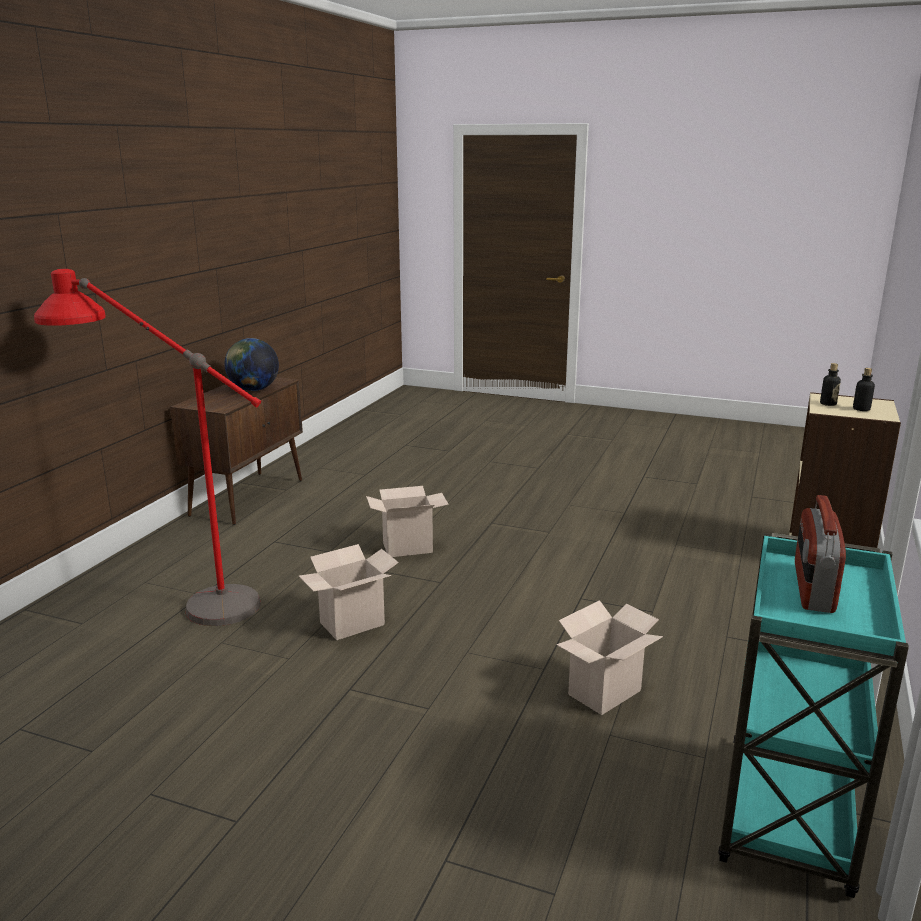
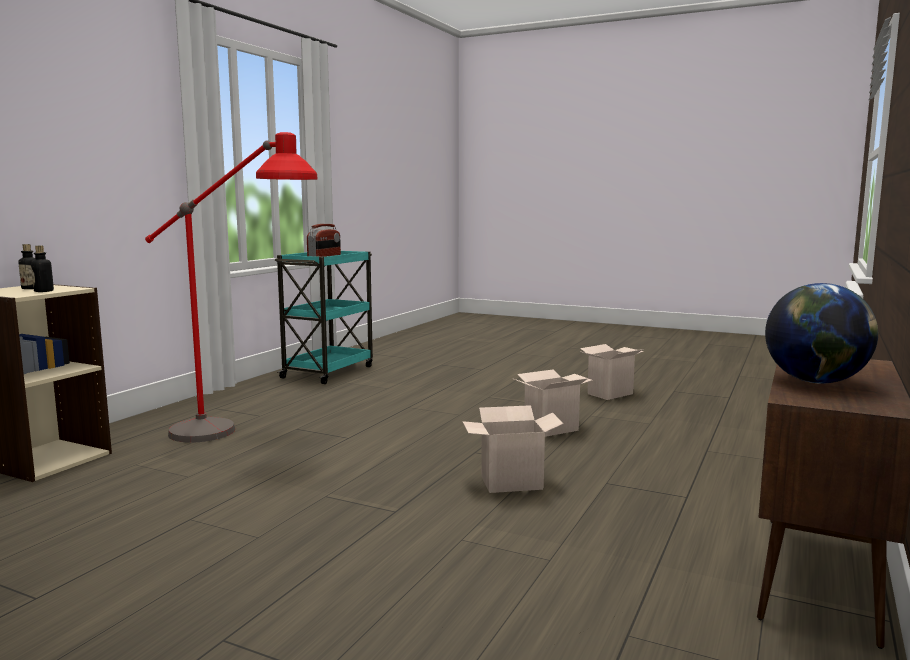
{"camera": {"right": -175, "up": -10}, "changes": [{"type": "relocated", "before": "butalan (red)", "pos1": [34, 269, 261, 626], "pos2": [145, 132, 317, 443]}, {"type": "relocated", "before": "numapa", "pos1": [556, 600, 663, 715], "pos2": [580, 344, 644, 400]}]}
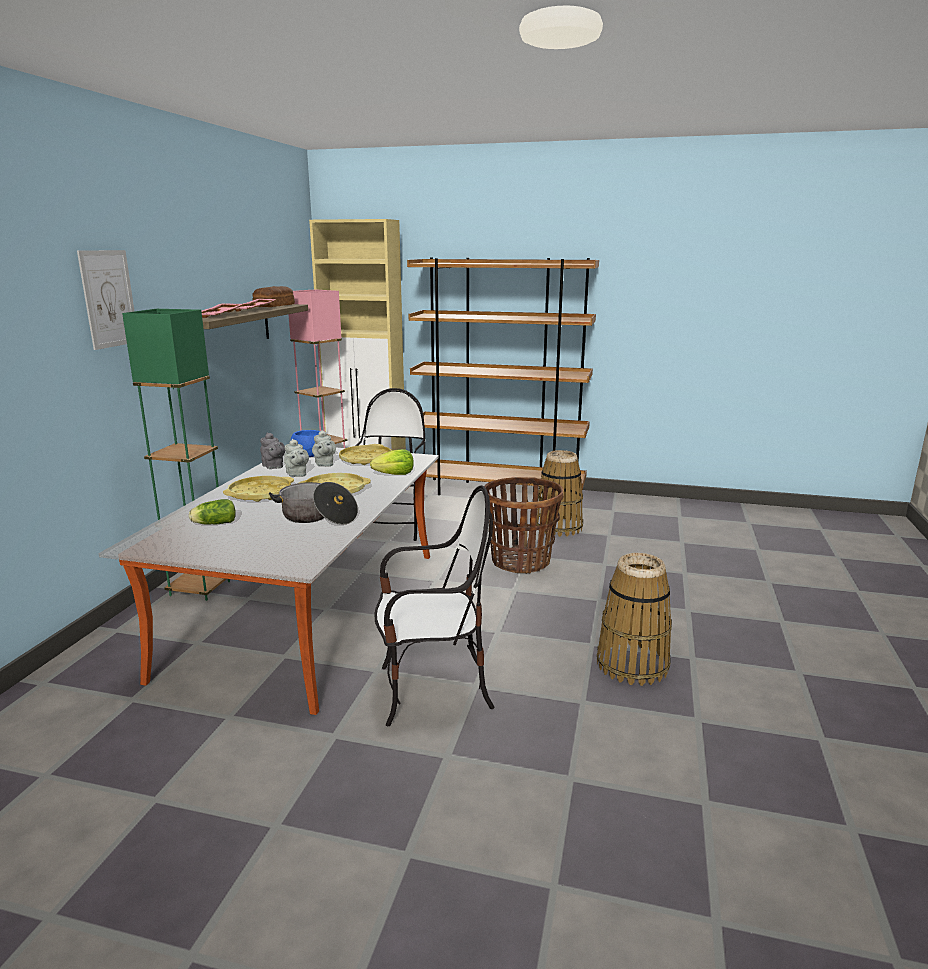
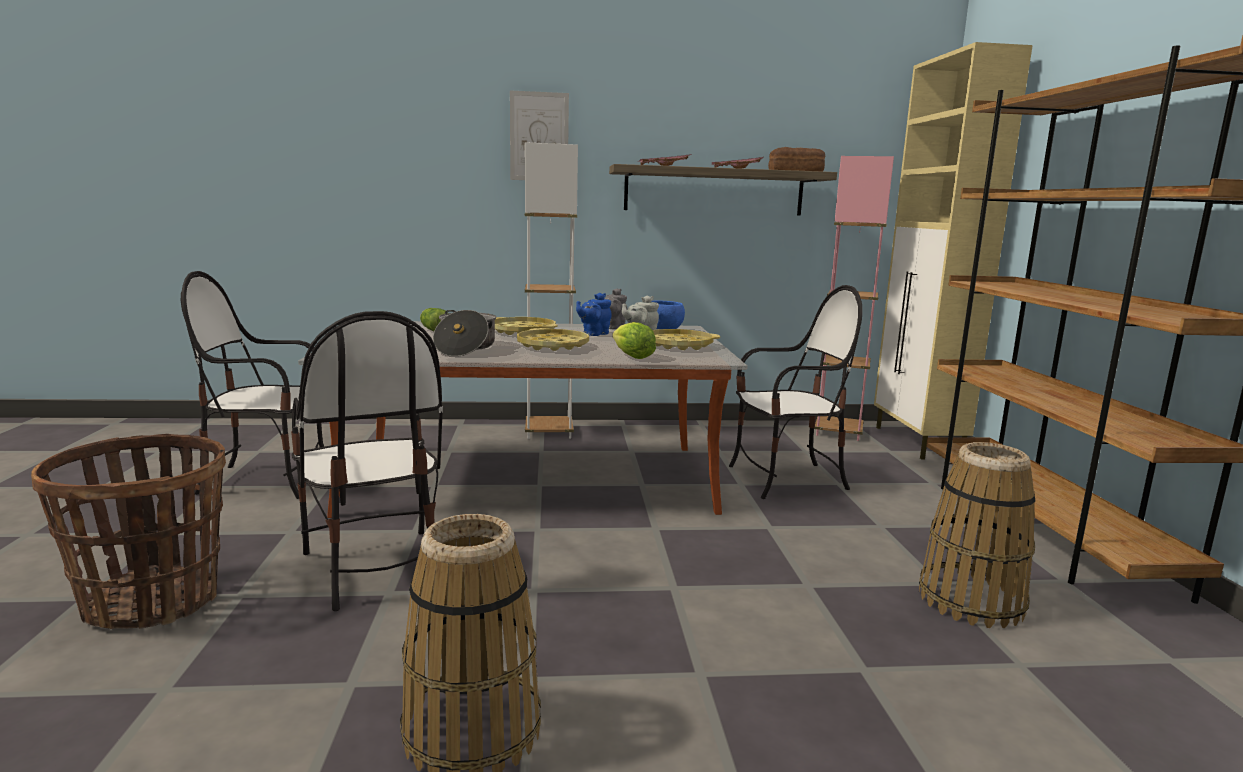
{"camera": {"right": 70, "up": -5}, "changes": [{"type": "appeared", "after": "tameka", "pos2": [181, 271, 324, 499]}, {"type": "relocated", "before": "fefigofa", "pos1": [485, 477, 564, 574], "pos2": [31, 434, 226, 629]}, {"type": "colour", "before": "butalan (green)", "after": "butalan (white)", "pos1": [122, 309, 230, 601], "pos2": [524, 142, 578, 439]}, {"type": "colour", "before": "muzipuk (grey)", "after": "muzipuk (blue)", "pos1": [284, 439, 309, 477], "pos2": [576, 293, 612, 336]}]}
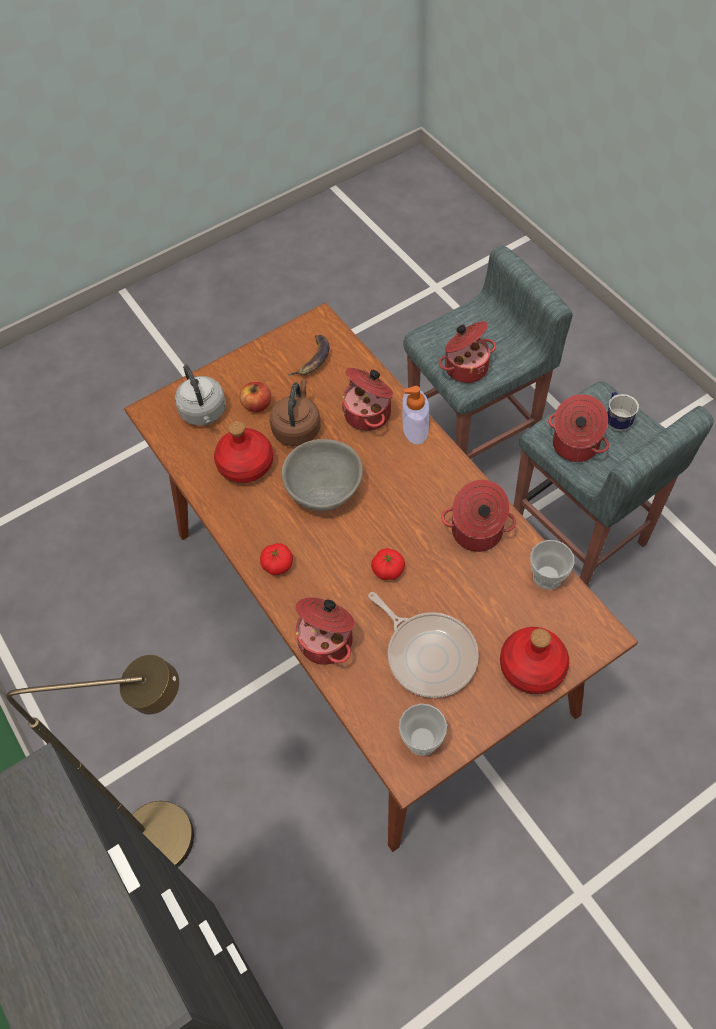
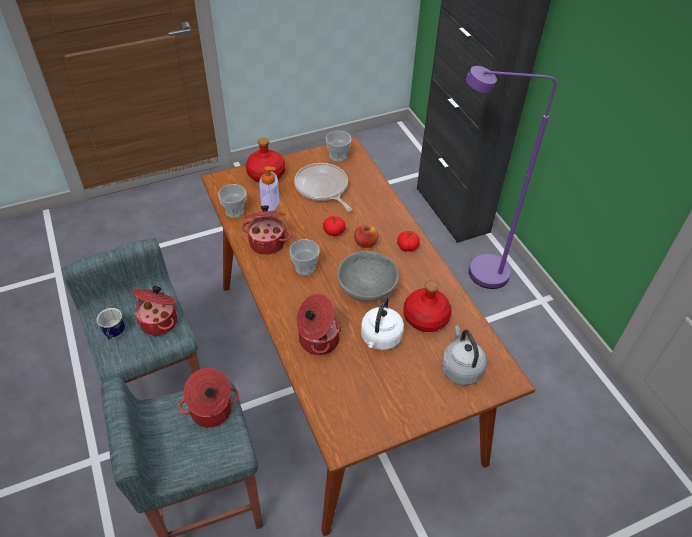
{"camera": {"right": -175, "up": -10}, "changes": [{"type": "missing", "before": "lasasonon", "pos1": [287, 335, 330, 376]}, {"type": "missing", "before": "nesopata", "pos1": [296, 598, 355, 665]}, {"type": "appeared", "after": "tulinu", "pos2": [289, 239, 320, 275]}, {"type": "relocated", "before": "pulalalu", "pos1": [240, 382, 271, 413], "pos2": [354, 224, 378, 248]}, {"type": "relocated", "before": "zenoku", "pos1": [402, 386, 429, 445], "pos2": [259, 166, 279, 211]}, {"type": "colour", "before": "butalan (brown)", "after": "butalan (purple)", "pos1": [6, 655, 194, 868], "pos2": [466, 66, 556, 289]}, {"type": "colour", "before": "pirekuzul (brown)", "after": "pirekuzul (white)", "pos1": [270, 379, 320, 446], "pos2": [361, 296, 404, 350]}]}
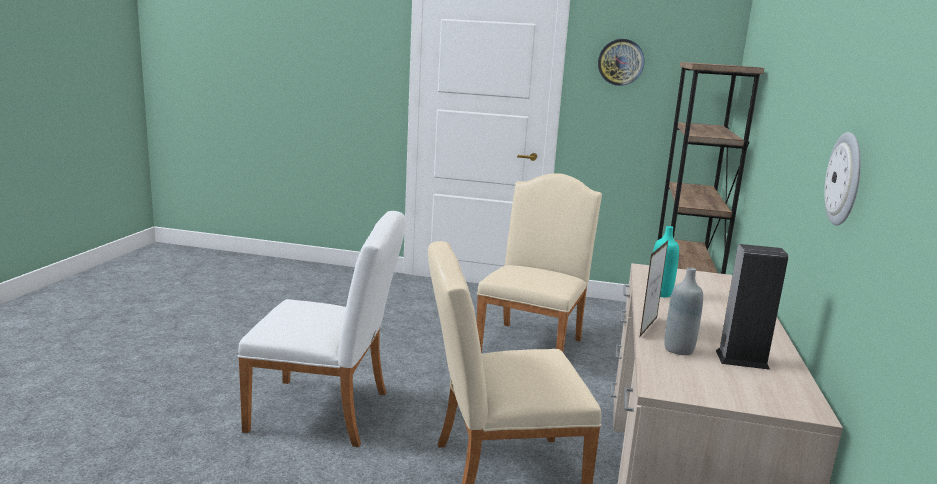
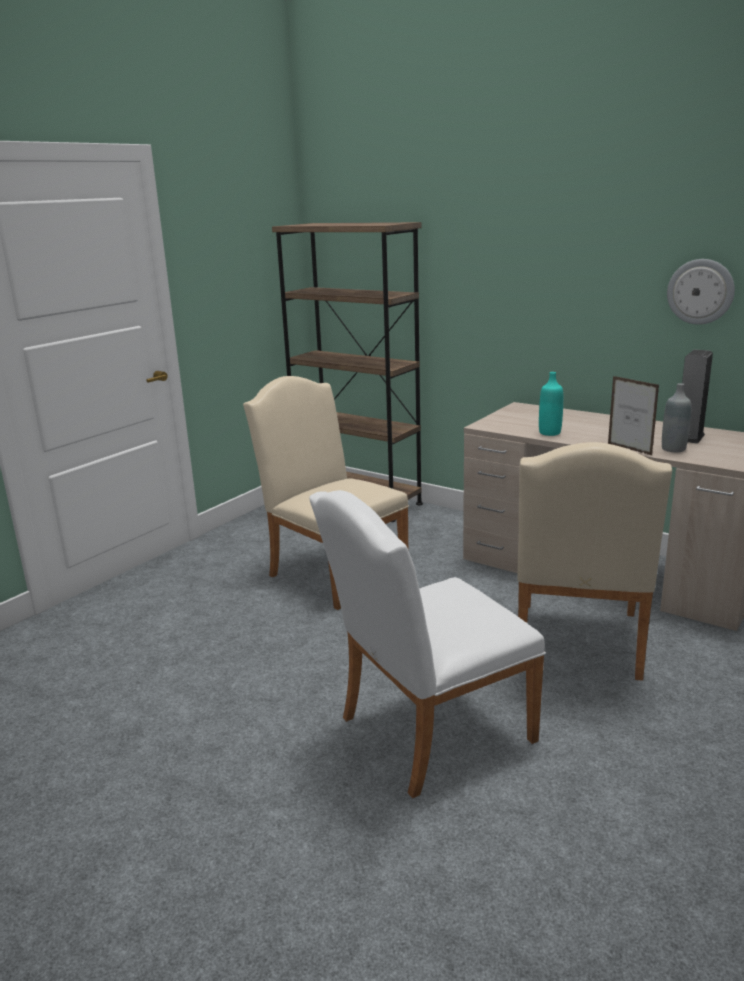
{"camera": {"right": -65, "up": 5}, "changes": [{"type": "missing", "before": "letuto", "pos1": [598, 39, 644, 86]}, {"type": "spun", "before": "tameka (white)", "pos1": [238, 211, 407, 447], "pos2": [309, 490, 546, 798], "turn": -150}]}
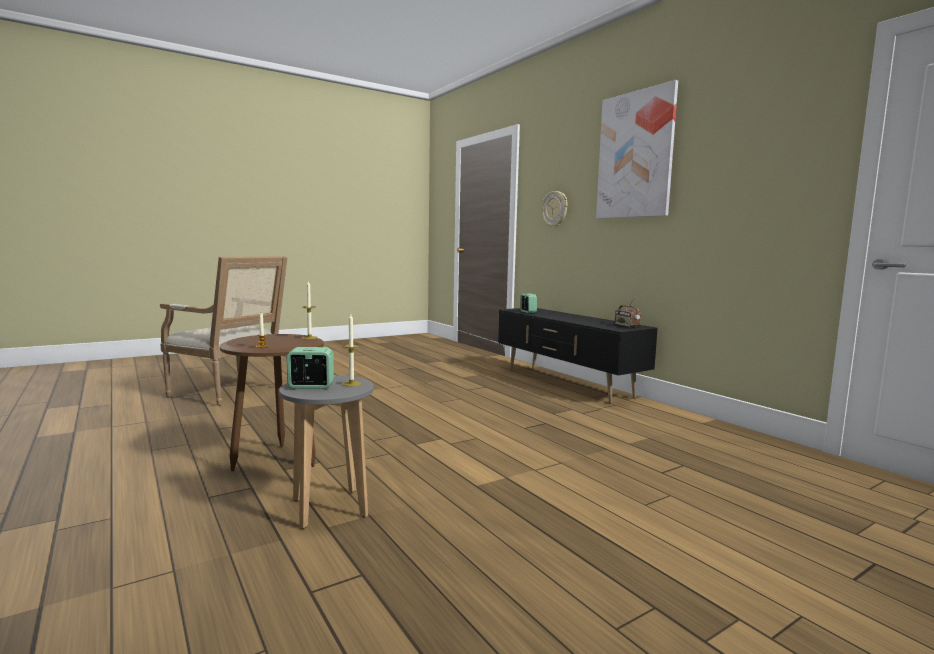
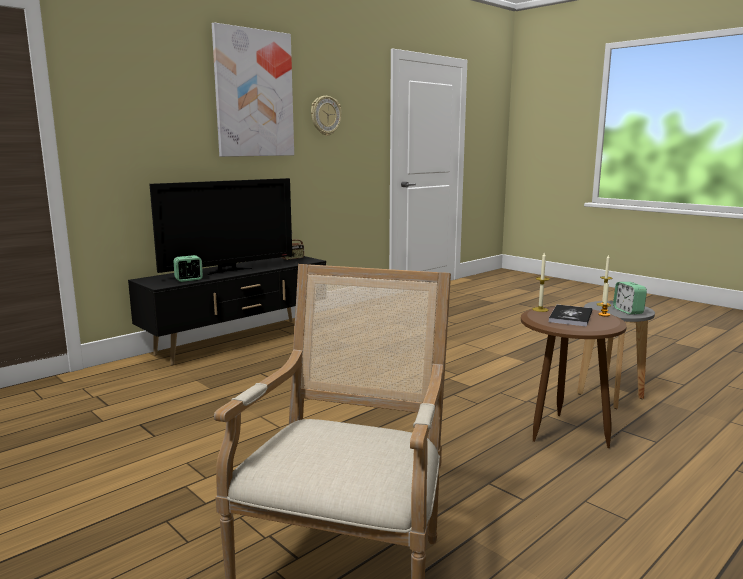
{"camera": {"right": -100, "up": 5}, "changes": [{"type": "appeared", "after": "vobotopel", "pos2": [149, 178, 292, 275]}, {"type": "appeared", "after": "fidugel", "pos2": [549, 305, 592, 327]}, {"type": "relocated", "before": "letuto", "pos1": [542, 191, 567, 228], "pos2": [311, 96, 342, 136]}]}
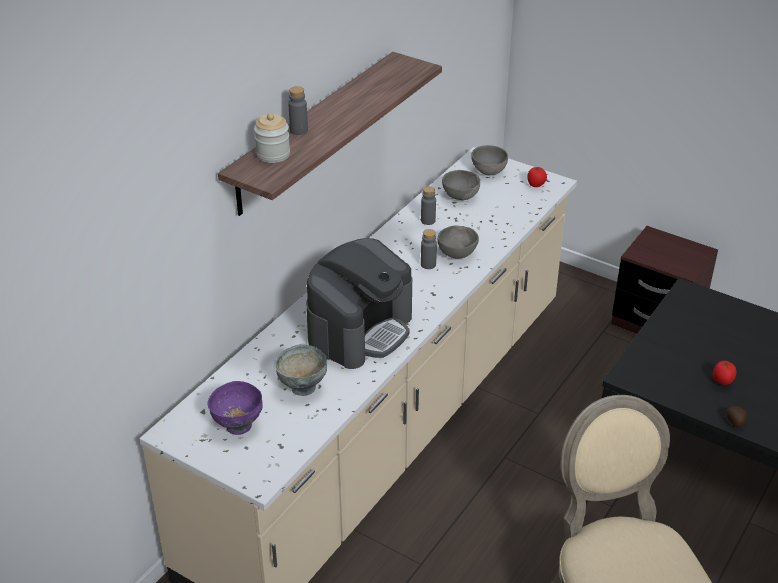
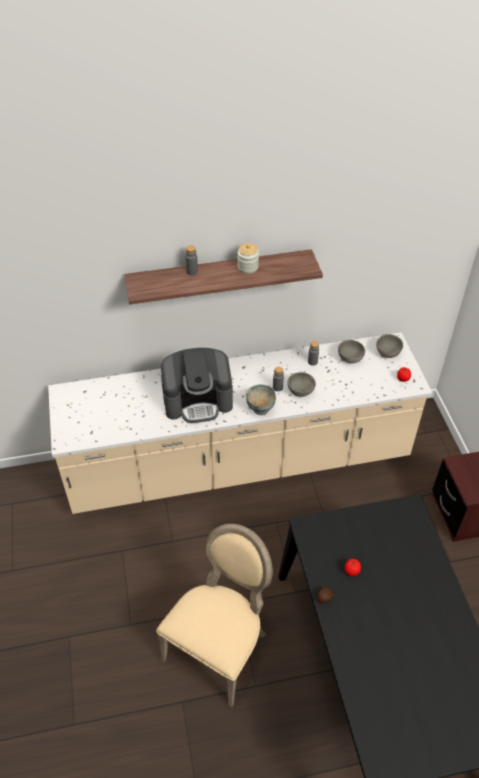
{"camera": {"right": 45, "up": 10}, "changes": [{"type": "missing", "before": "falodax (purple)", "pos1": [208, 381, 262, 435]}, {"type": "relocated", "before": "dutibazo", "pos1": [254, 113, 290, 163], "pos2": [238, 243, 259, 274]}, {"type": "relocated", "before": "falodax (grey)", "pos1": [275, 344, 327, 396], "pos2": [246, 384, 276, 415]}]}
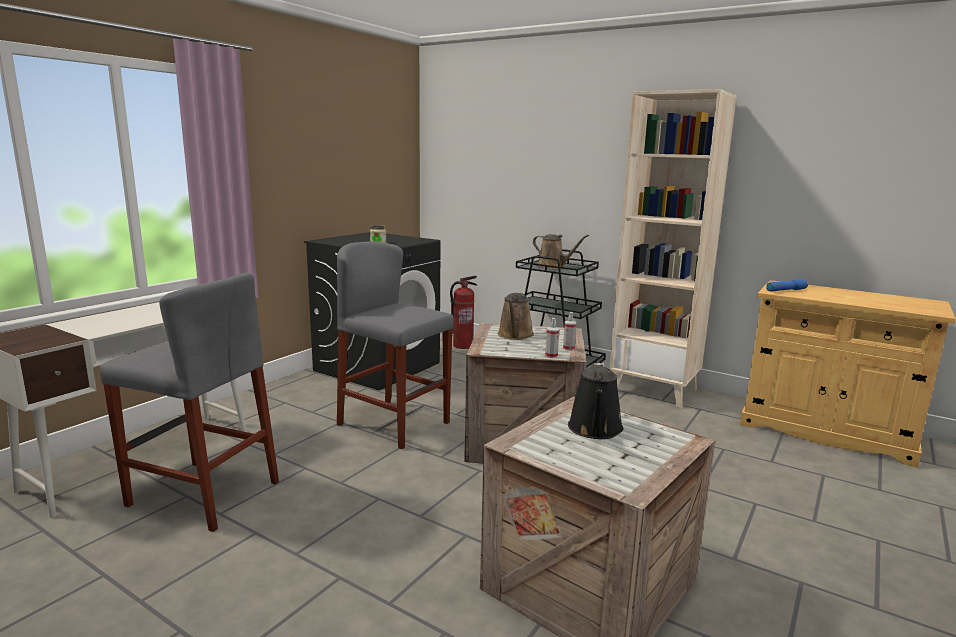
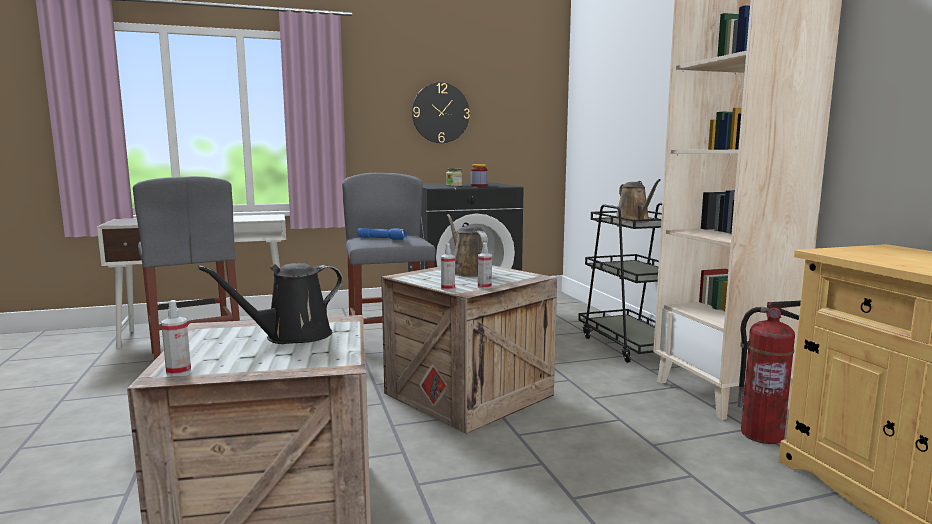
{"camera": {"right": 40, "up": -5}, "changes": [{"type": "appeared", "after": "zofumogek", "pos2": [161, 300, 191, 376]}, {"type": "appeared", "after": "letuto", "pos2": [412, 82, 470, 143]}, {"type": "appeared", "after": "dutibazo", "pos2": [471, 164, 488, 187]}, {"type": "relocated", "before": "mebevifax", "pos1": [450, 275, 477, 349], "pos2": [737, 301, 801, 444]}, {"type": "relocated", "before": "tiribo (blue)", "pos1": [766, 279, 808, 291], "pos2": [357, 228, 407, 240]}, {"type": "spun", "before": "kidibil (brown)", "pos1": [497, 292, 534, 340], "pos2": [447, 214, 488, 277], "turn": 105}]}
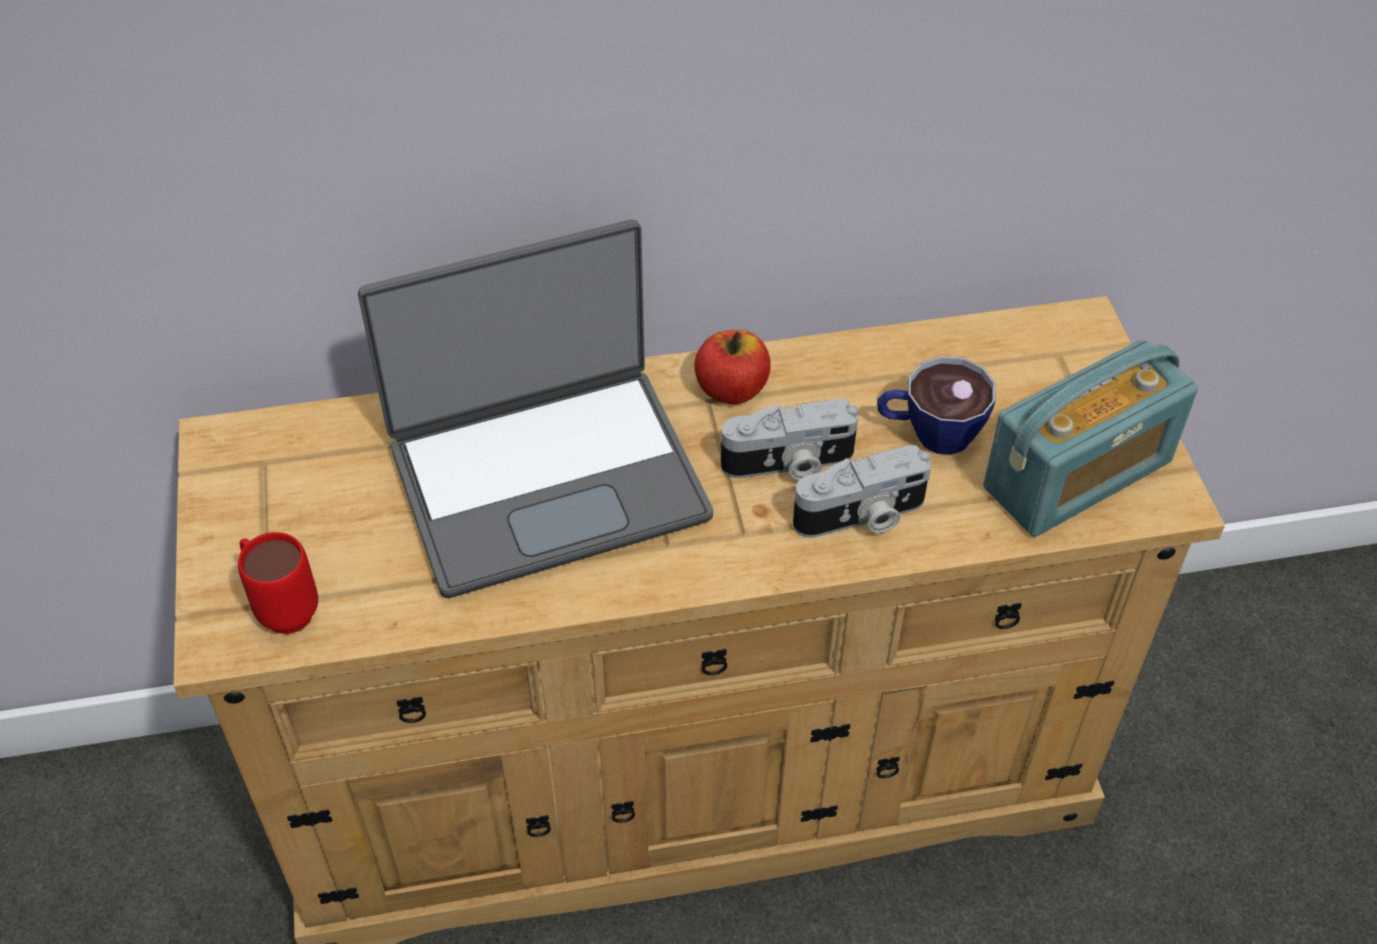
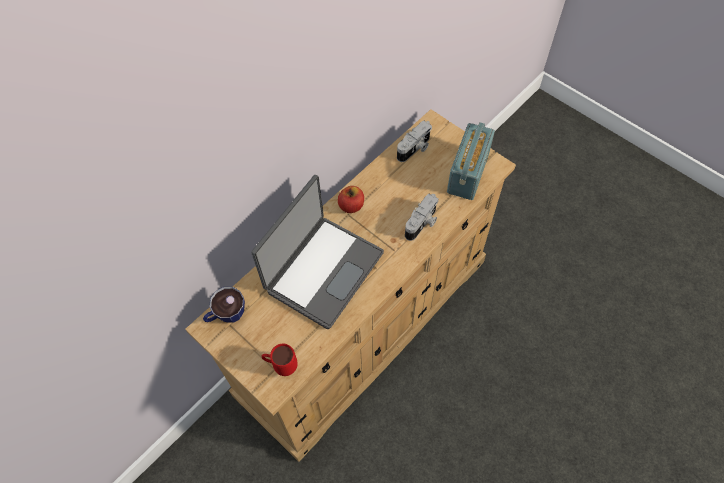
{"camera": {"right": -35, "up": 10}, "changes": [{"type": "relocated", "before": "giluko", "pos1": [721, 399, 858, 480], "pos2": [397, 121, 432, 162]}, {"type": "relocated", "before": "tulinu", "pos1": [877, 356, 996, 455], "pos2": [203, 287, 245, 323]}]}
